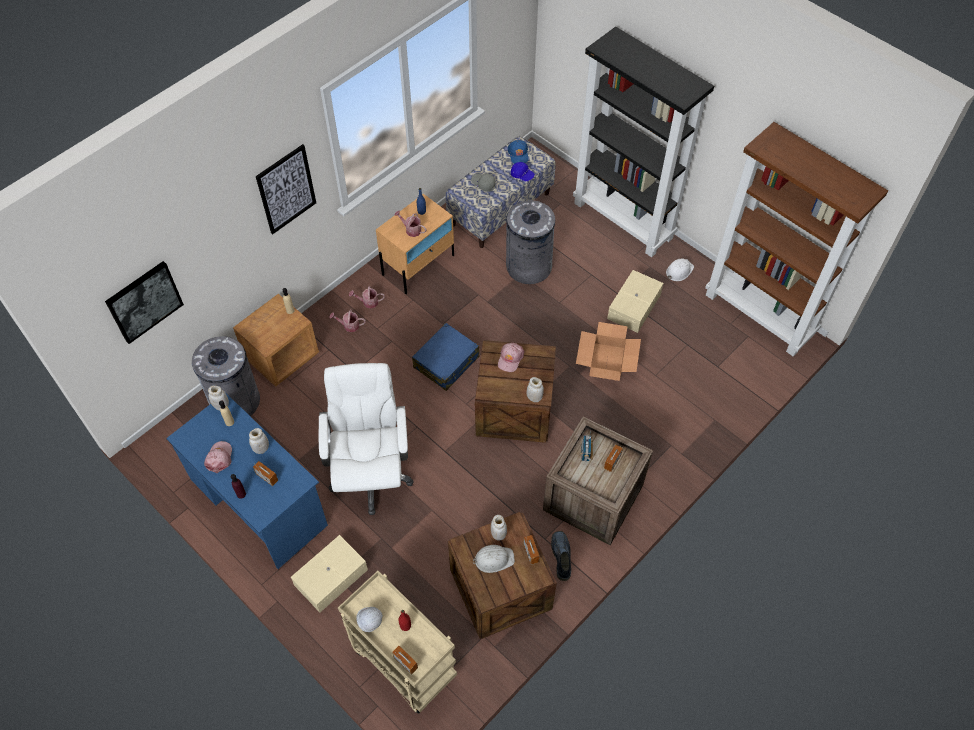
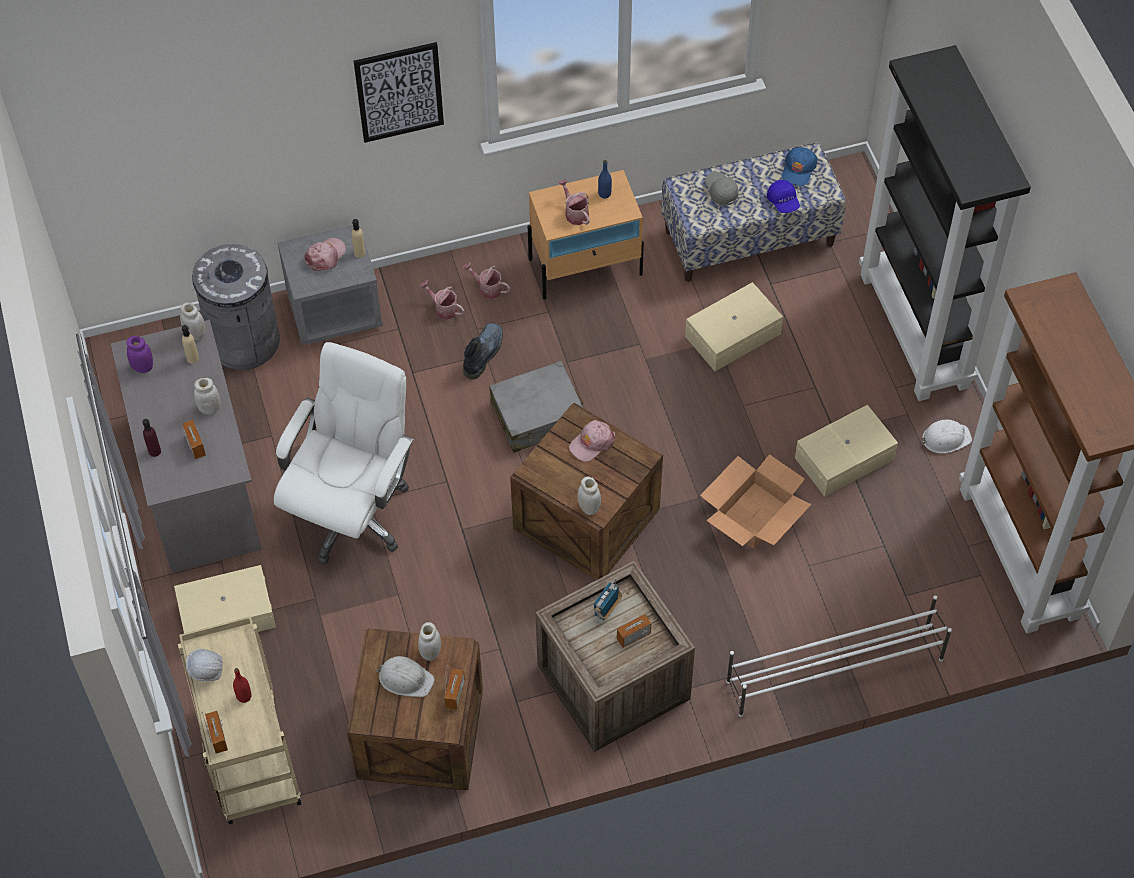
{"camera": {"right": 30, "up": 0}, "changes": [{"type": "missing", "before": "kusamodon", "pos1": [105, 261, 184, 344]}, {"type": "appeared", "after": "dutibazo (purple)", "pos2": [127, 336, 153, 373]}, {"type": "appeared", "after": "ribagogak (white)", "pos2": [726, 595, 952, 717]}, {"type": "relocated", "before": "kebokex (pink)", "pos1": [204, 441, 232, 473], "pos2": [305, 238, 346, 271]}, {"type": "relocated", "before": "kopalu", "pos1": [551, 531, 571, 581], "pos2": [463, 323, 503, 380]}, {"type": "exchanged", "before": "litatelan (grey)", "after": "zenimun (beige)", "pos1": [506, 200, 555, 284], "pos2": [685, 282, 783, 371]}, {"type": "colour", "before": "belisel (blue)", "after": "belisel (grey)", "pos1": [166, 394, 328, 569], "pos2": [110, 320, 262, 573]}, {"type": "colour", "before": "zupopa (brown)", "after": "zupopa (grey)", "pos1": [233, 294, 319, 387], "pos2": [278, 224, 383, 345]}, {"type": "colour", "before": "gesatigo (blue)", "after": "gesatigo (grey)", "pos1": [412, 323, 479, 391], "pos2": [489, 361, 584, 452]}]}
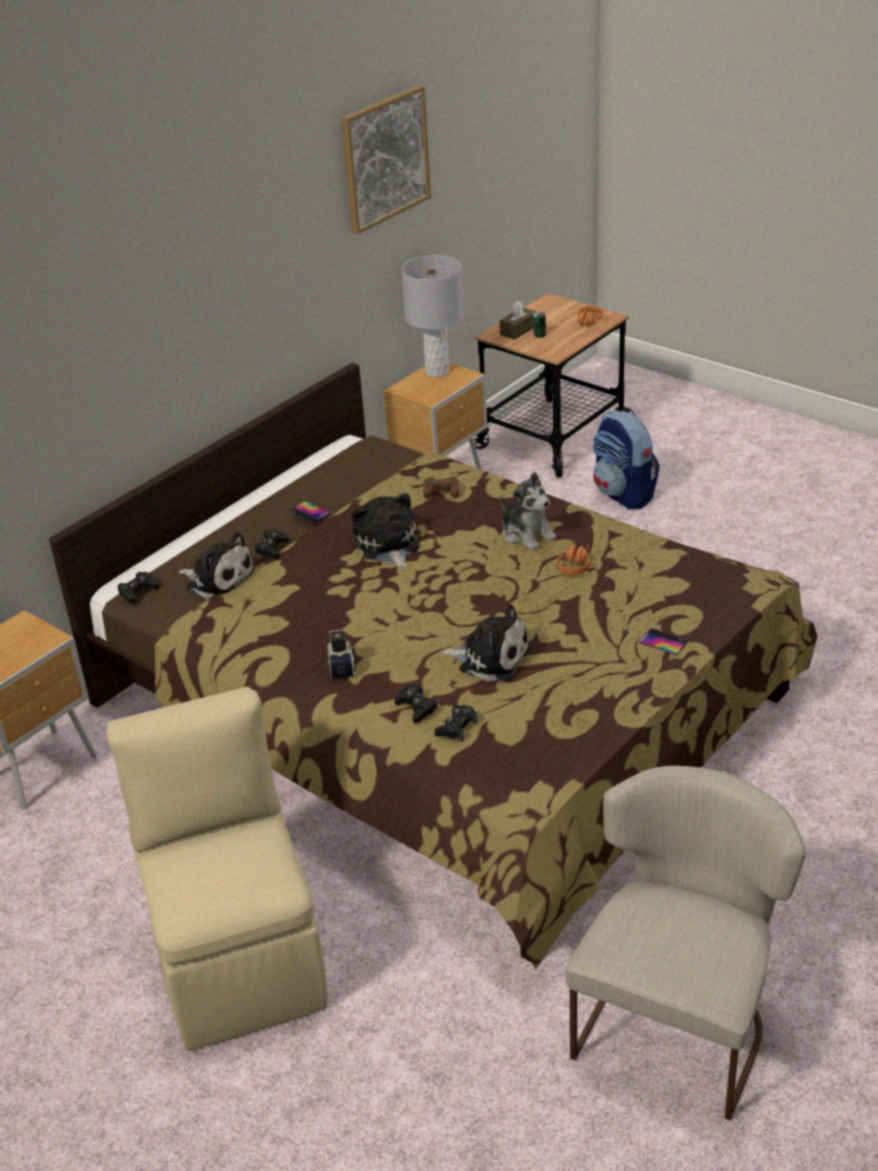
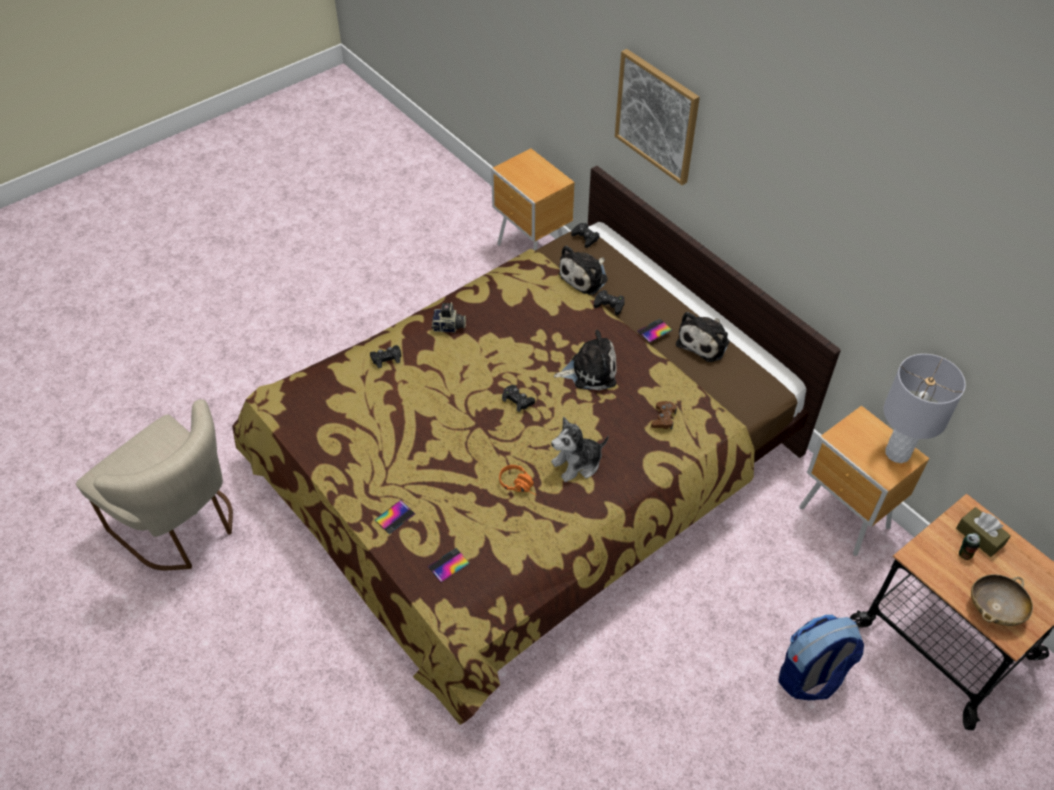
{"camera": {"right": 100, "up": 15}, "changes": [{"type": "missing", "before": "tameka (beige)", "pos1": [106, 687, 328, 1050]}, {"type": "appeared", "after": "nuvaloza", "pos2": [427, 548, 470, 583]}, {"type": "relocated", "before": "kusamodon", "pos1": [341, 85, 431, 235], "pos2": [615, 49, 700, 185]}, {"type": "relocated", "before": "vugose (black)", "pos1": [434, 705, 477, 742], "pos2": [502, 385, 535, 413]}, {"type": "relocated", "before": "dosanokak", "pos1": [441, 604, 530, 681], "pos2": [676, 312, 729, 362]}, {"type": "exchanged", "before": "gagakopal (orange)", "after": "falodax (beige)", "pos1": [574, 306, 603, 327], "pos2": [971, 574, 1033, 626]}]}
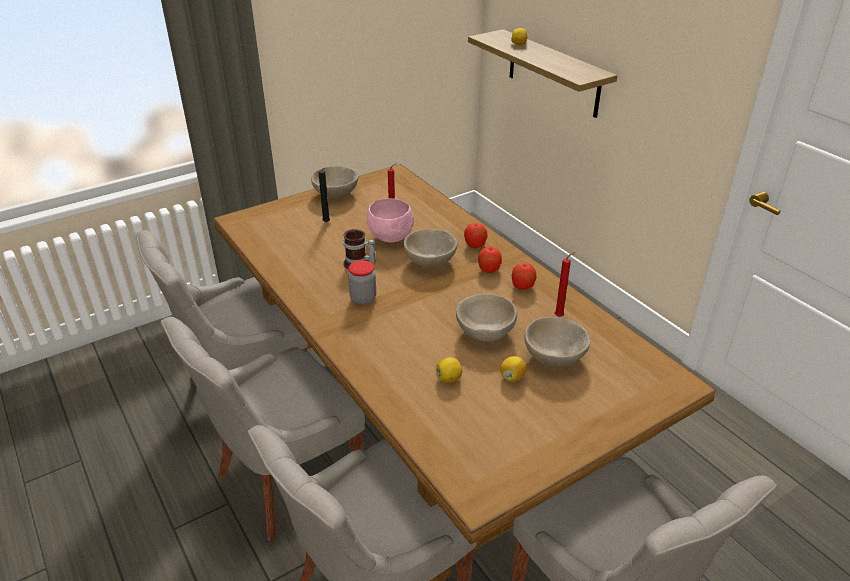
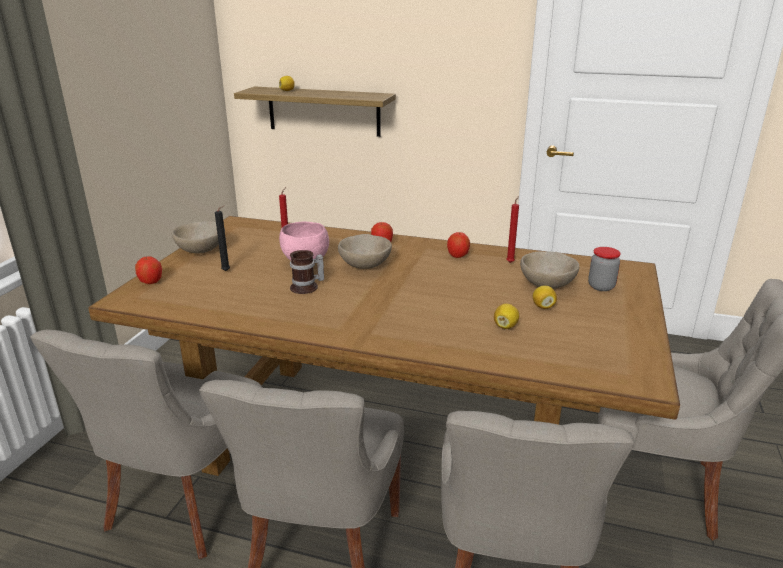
{"camera": {"right": -40, "up": -10}, "changes": [{"type": "missing", "before": "falodax (beige)", "pos1": [456, 294, 517, 342]}, {"type": "relocated", "before": "dutibazo", "pos1": [348, 260, 376, 305], "pos2": [588, 247, 621, 291]}, {"type": "relocated", "before": "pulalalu", "pos1": [478, 246, 502, 273], "pos2": [135, 256, 162, 284]}]}
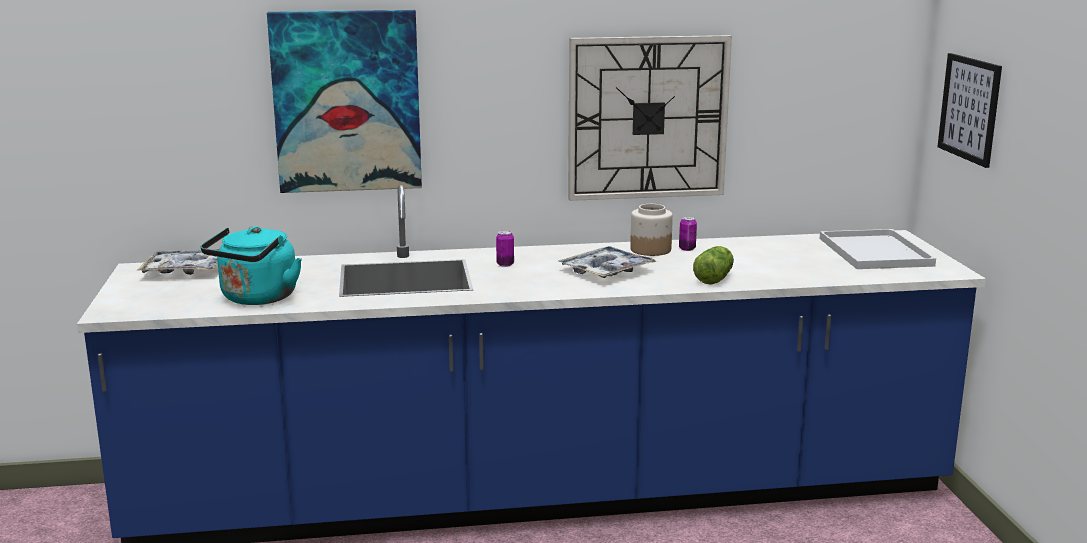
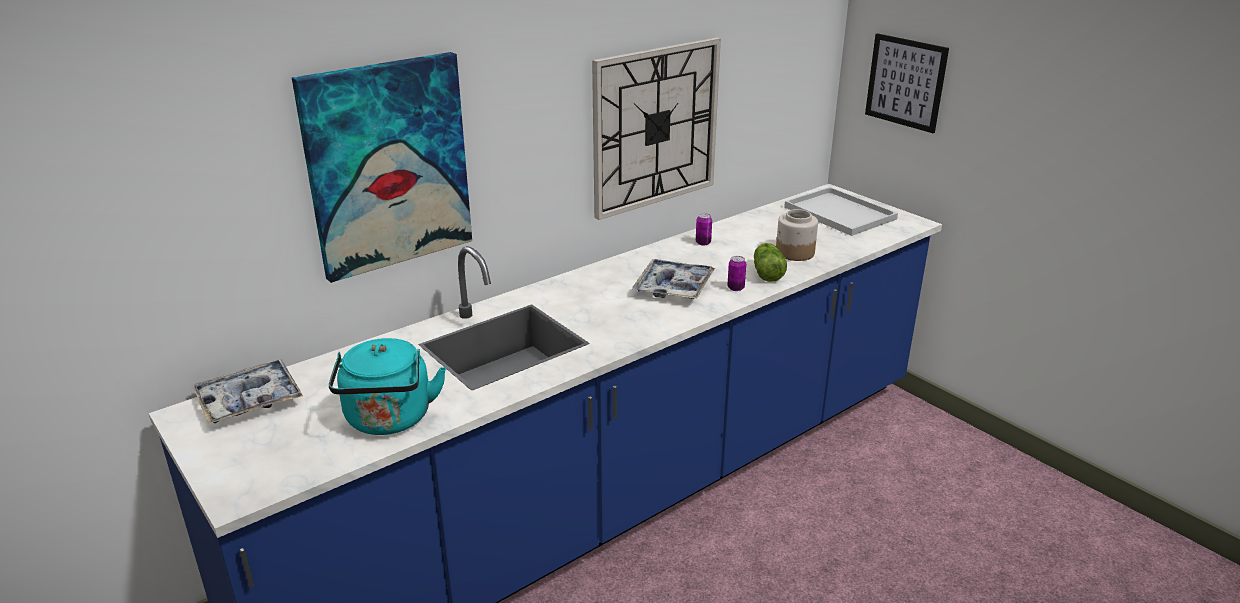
{"camera": {"right": -30, "up": 10}, "changes": [{"type": "relocated", "before": "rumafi", "pos1": [496, 231, 514, 267], "pos2": [727, 256, 746, 291]}, {"type": "relocated", "before": "dutibazo", "pos1": [630, 204, 673, 256], "pos2": [776, 209, 818, 261]}]}
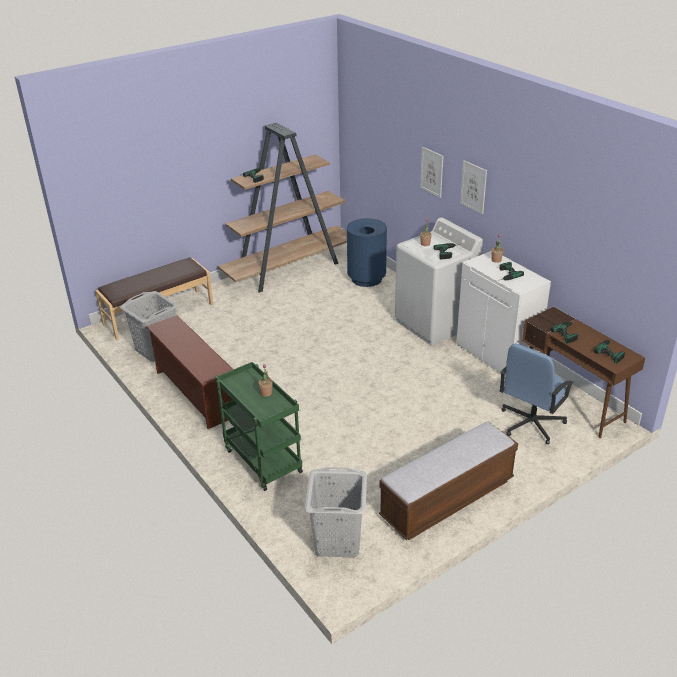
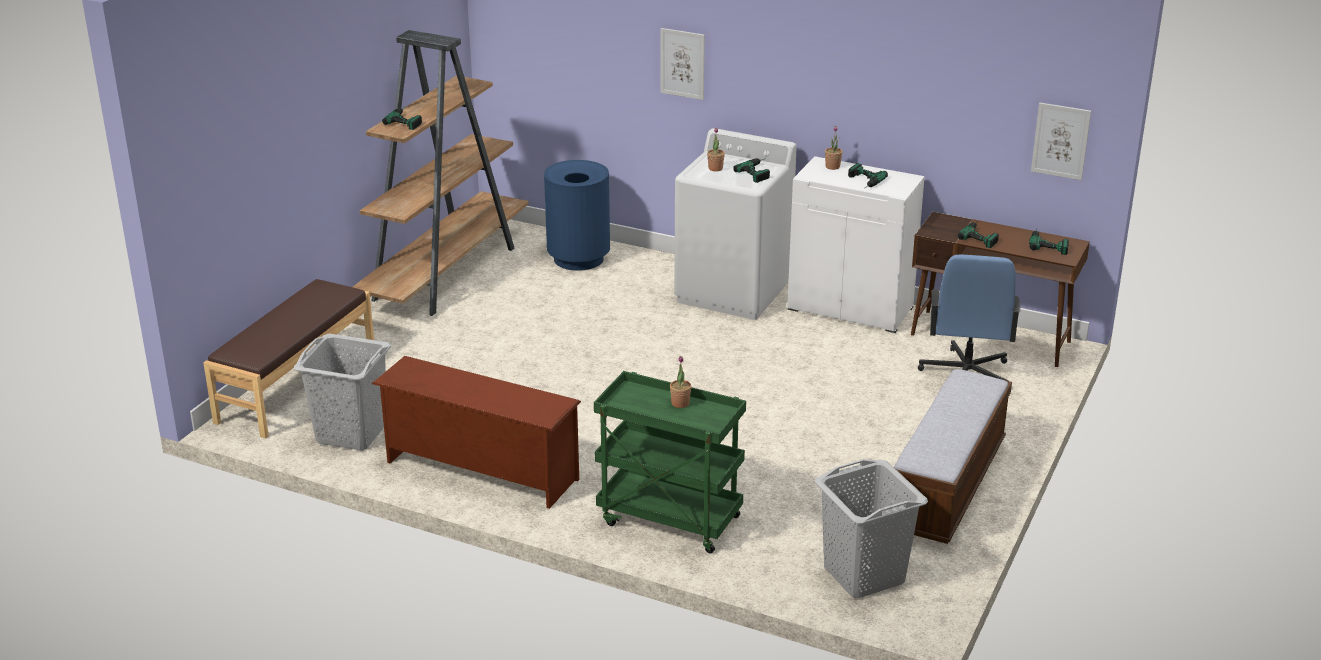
{"camera": {"right": -30, "up": -5}, "changes": [{"type": "relocated", "before": "kusamodon", "pos1": [460, 160, 487, 214], "pos2": [1031, 103, 1091, 180]}]}
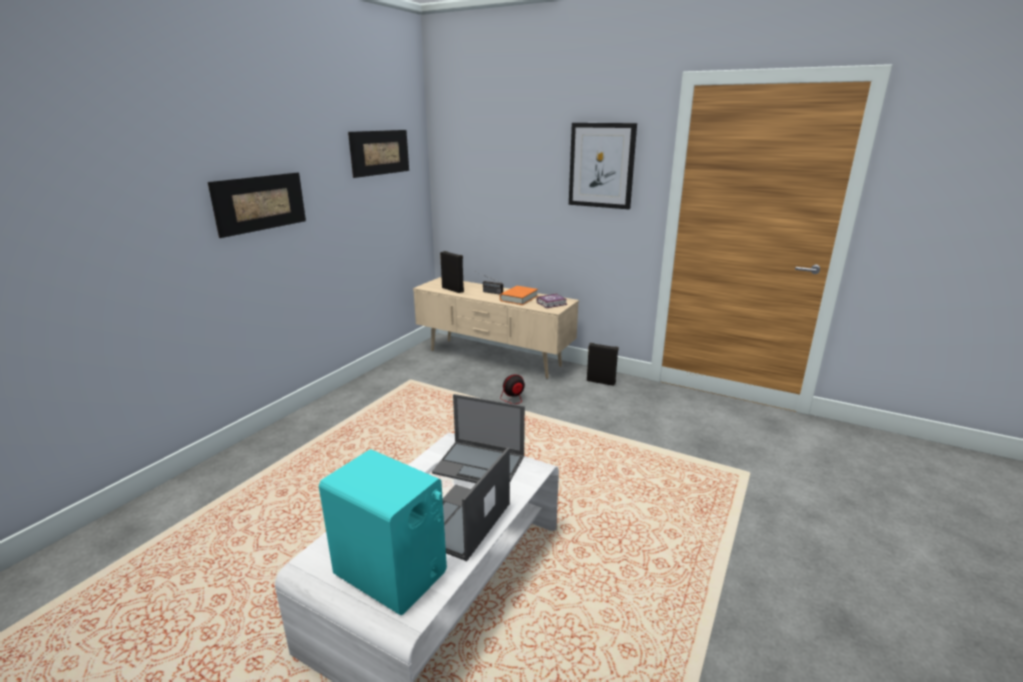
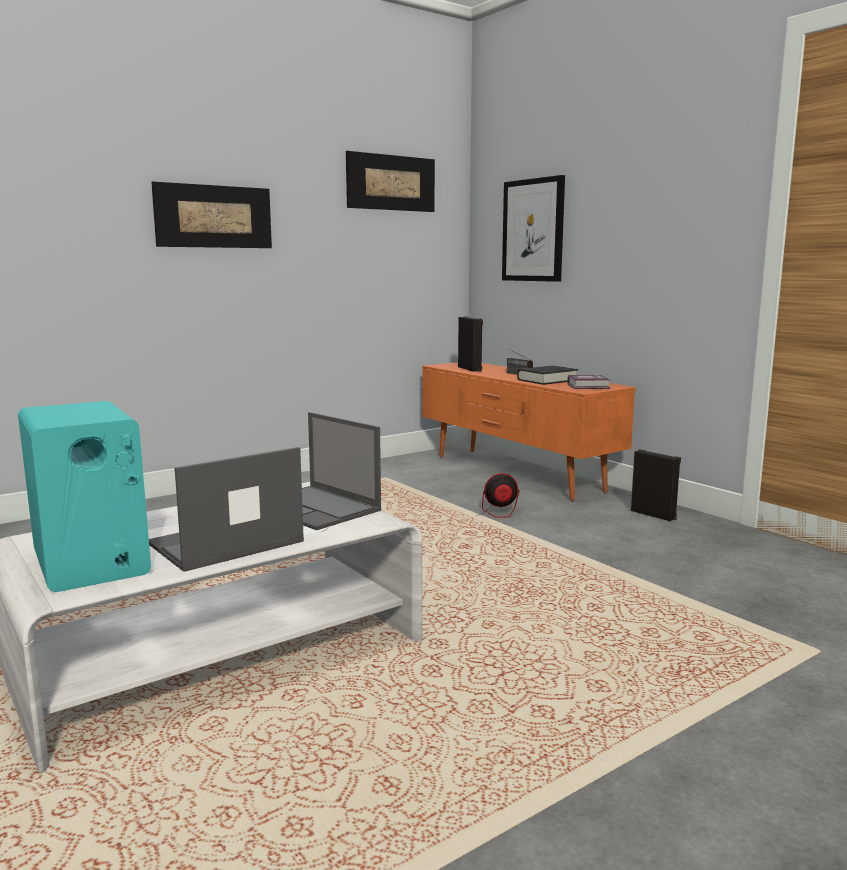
{"camera": {"right": 25, "up": -10}, "changes": [{"type": "relocated", "before": "kusamodon", "pos1": [569, 123, 637, 209], "pos2": [502, 175, 565, 282]}, {"type": "colour", "before": "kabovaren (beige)", "after": "kabovaren (orange)", "pos1": [413, 277, 579, 379], "pos2": [422, 362, 637, 501]}, {"type": "colour", "before": "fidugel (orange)", "after": "fidugel (black)", "pos1": [500, 286, 538, 305], "pos2": [517, 366, 578, 385]}]}
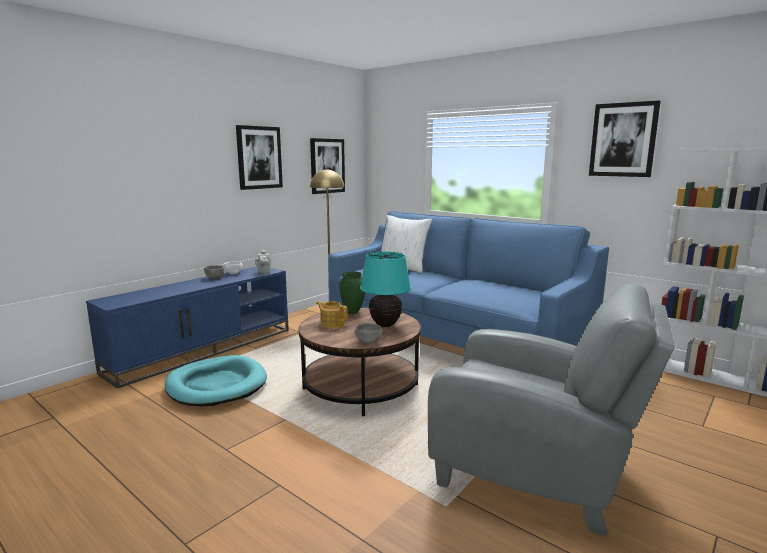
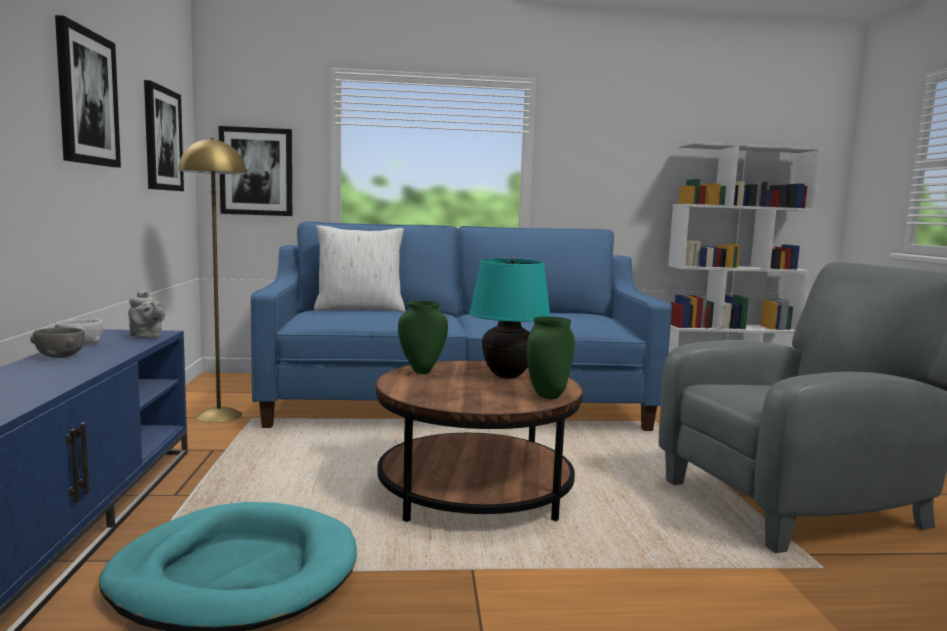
{"camera": {"right": -45, "up": -5}, "changes": [{"type": "missing", "before": "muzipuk", "pos1": [316, 301, 348, 328]}, {"type": "relocated", "before": "kusamodon", "pos1": [589, 100, 660, 177], "pos2": [219, 126, 292, 216]}, {"type": "exchanged", "before": "falodax (grey)", "after": "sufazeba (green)", "pos1": [354, 323, 382, 343], "pos2": [527, 316, 575, 399]}]}
